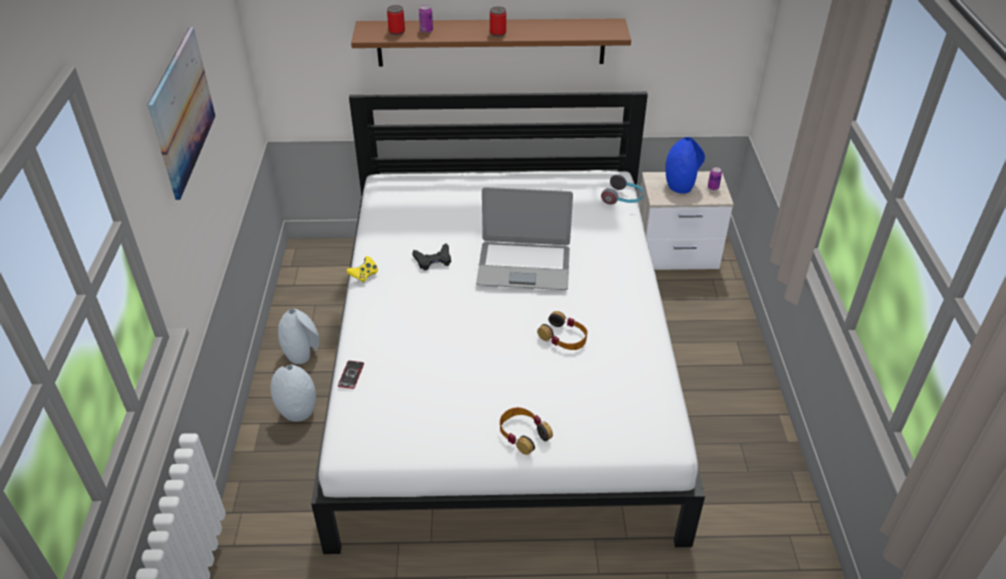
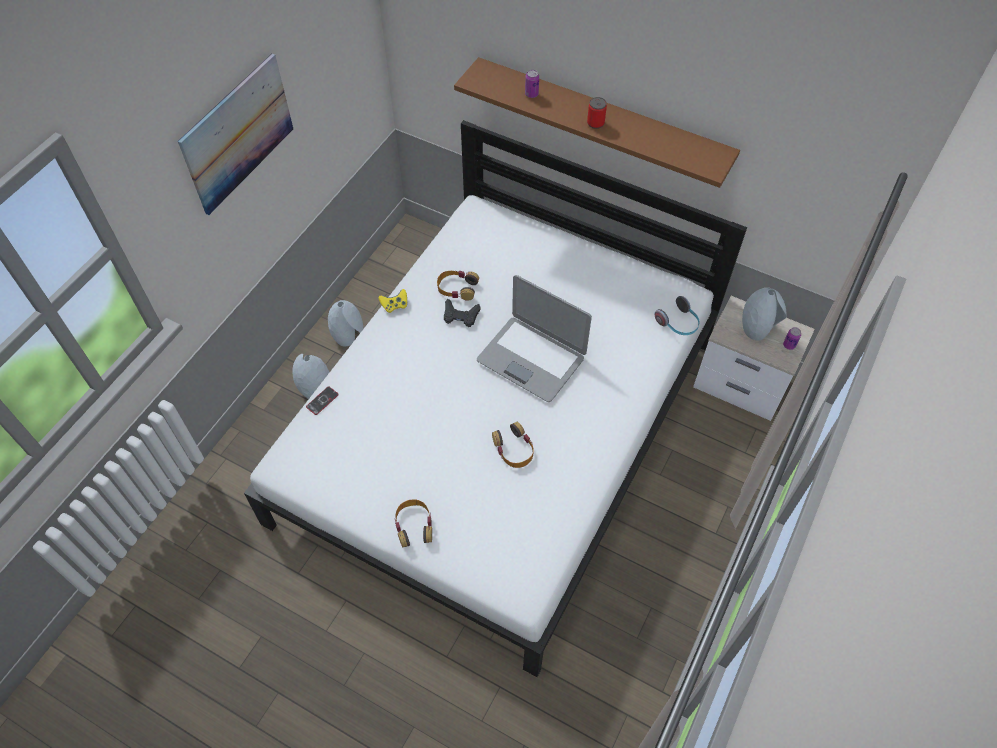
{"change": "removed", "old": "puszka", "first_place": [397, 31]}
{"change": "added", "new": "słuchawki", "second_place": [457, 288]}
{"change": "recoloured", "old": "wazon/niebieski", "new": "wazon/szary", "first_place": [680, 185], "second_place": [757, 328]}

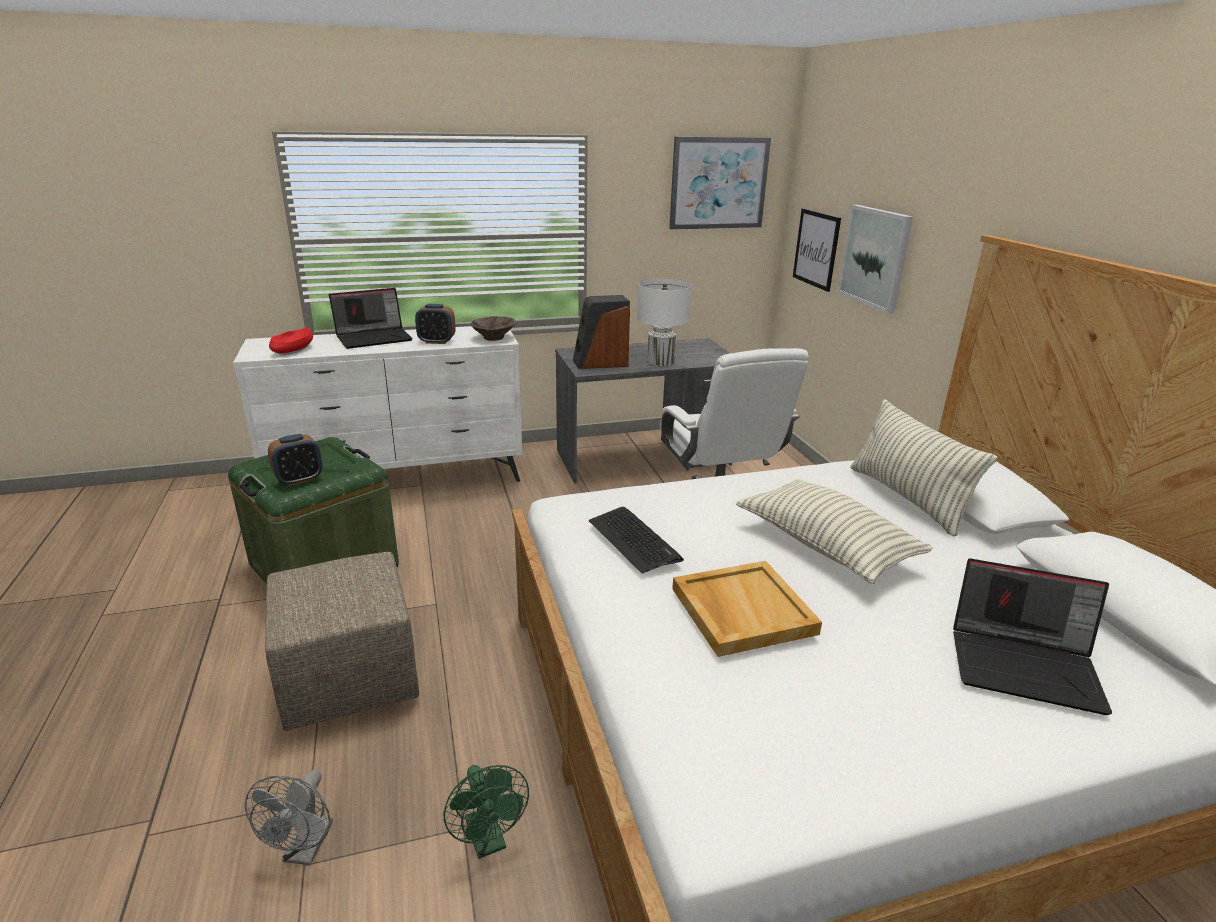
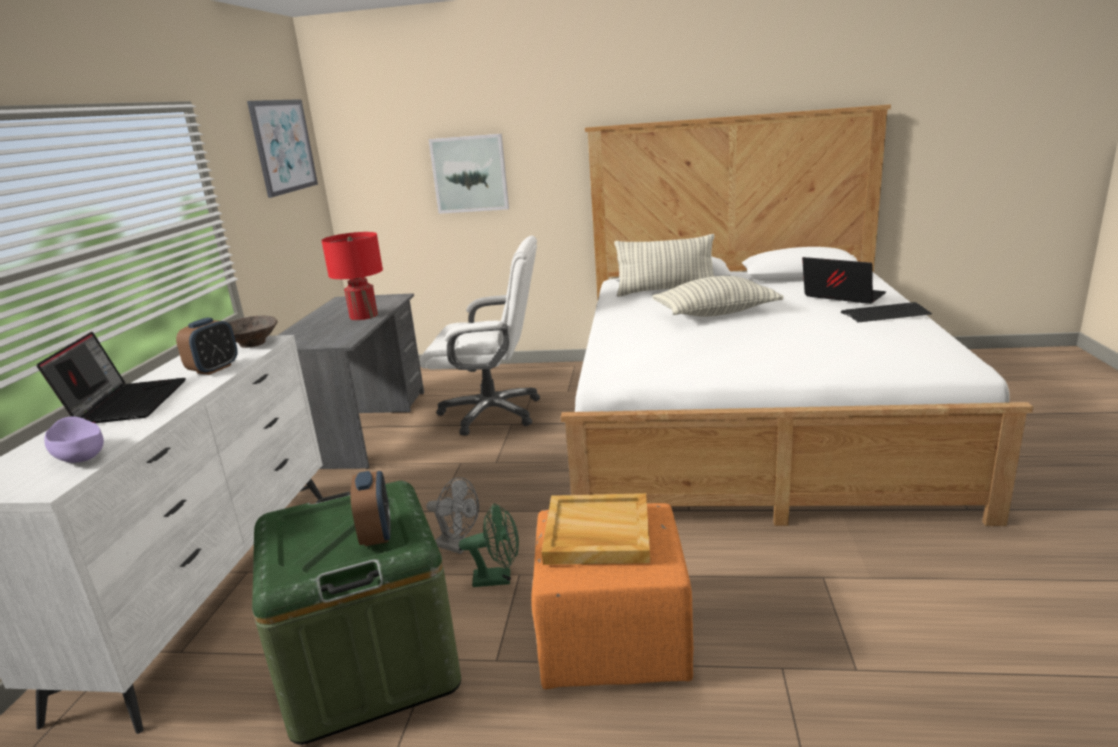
{"change": "removed", "old": "głośnik", "first_place": [600, 363]}
{"change": "removed", "old": "obraz", "first_place": [816, 249]}
{"change": "moved", "old": "wentylator/szary", "first_place": [305, 850], "second_place": [458, 546]}
{"change": "moved", "old": "wentylator/zielony", "first_place": [488, 841], "second_place": [498, 578]}
{"change": "moved", "old": "klawiatura", "first_place": [634, 540], "second_place": [885, 314]}
{"change": "moved", "old": "taca/beżowy", "first_place": [741, 610], "second_place": [596, 533]}
{"change": "recoloured", "old": "pufa/beżowy", "new": "pufa/pomarańczowy", "first_place": [350, 679], "second_place": [615, 639]}
{"change": "recoloured", "old": "miska/czerwony", "new": "miska/fioletowy", "first_place": [293, 350], "second_place": [79, 455]}
{"change": "recoloured", "old": "lampa stołowa/biały", "new": "lampa stołowa/czerwony", "first_place": [660, 361], "second_place": [363, 316]}
{"change": "turned", "old": "laptop", "first_place": [1025, 665], "second_place": [841, 297], "degrees": -90}

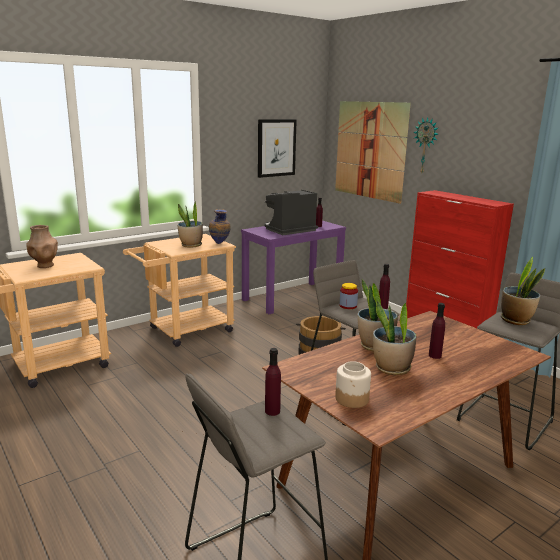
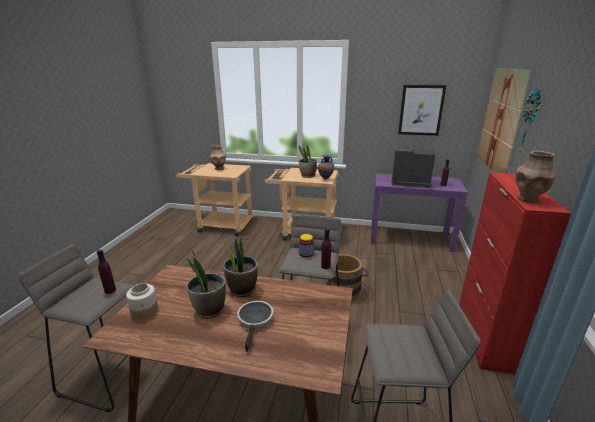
{"change": "removed", "old": "roślina doniczkowa", "first_place": [516, 320]}
{"change": "added", "new": "wazon/brązowy", "second_place": [528, 199]}
{"change": "replaced", "old": "butelka/fioletowy", "new": "patelnia", "first_place": [435, 355], "second_place": [255, 321]}

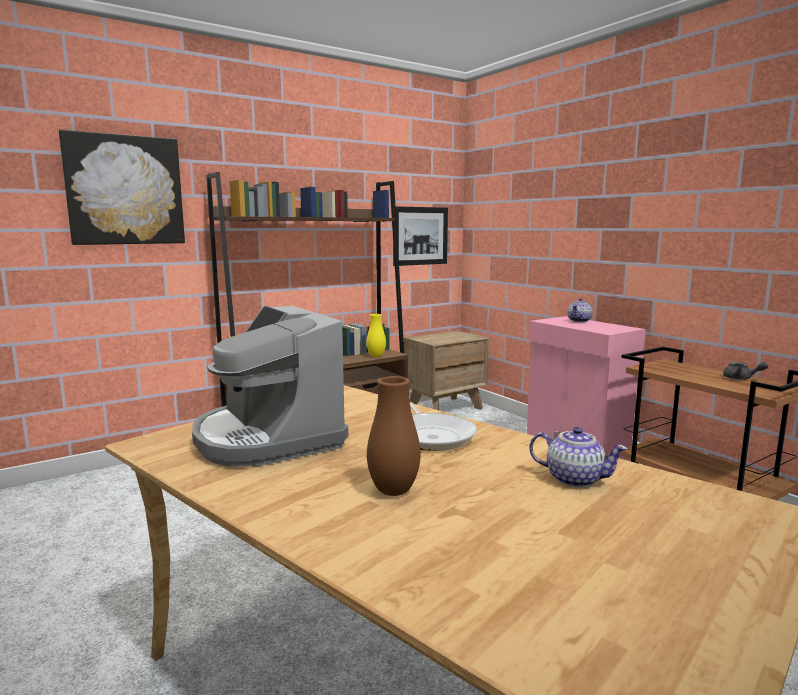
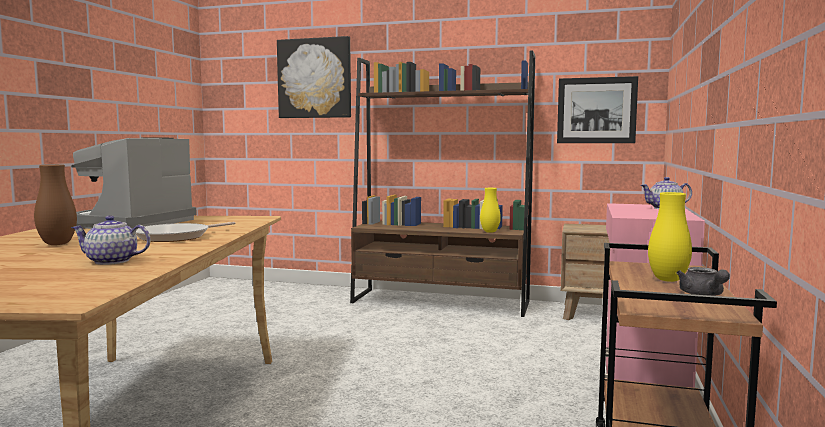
{"change": "added", "new": "wazon/żółty", "second_place": [668, 280]}
{"change": "turned", "old": "imbryk", "first_place": [574, 479], "second_place": [112, 261], "degrees": 105}

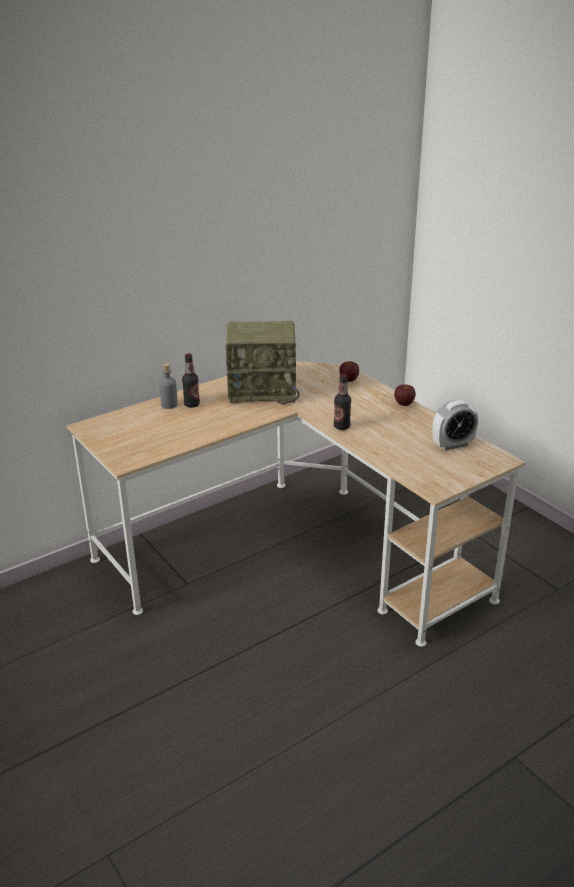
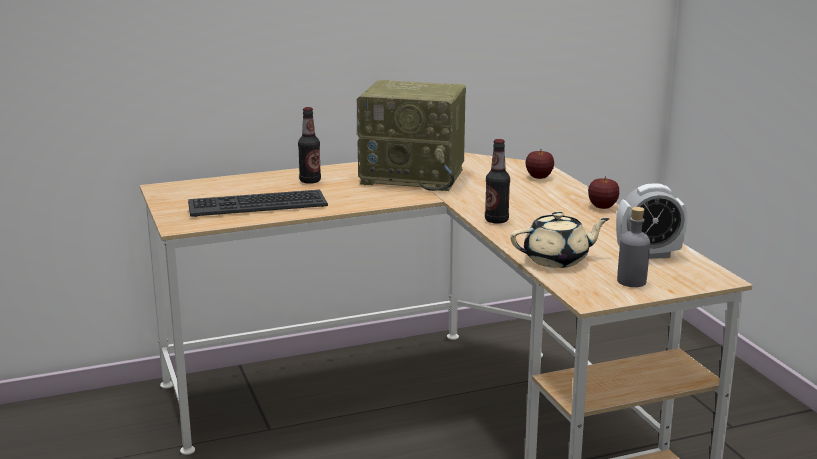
{"change": "added", "new": "klawiatura", "second_place": [257, 204]}
{"change": "added", "new": "imbryk/beżowy", "second_place": [557, 260]}
{"change": "moved", "old": "butelka/szary", "first_place": [169, 404], "second_place": [631, 281]}

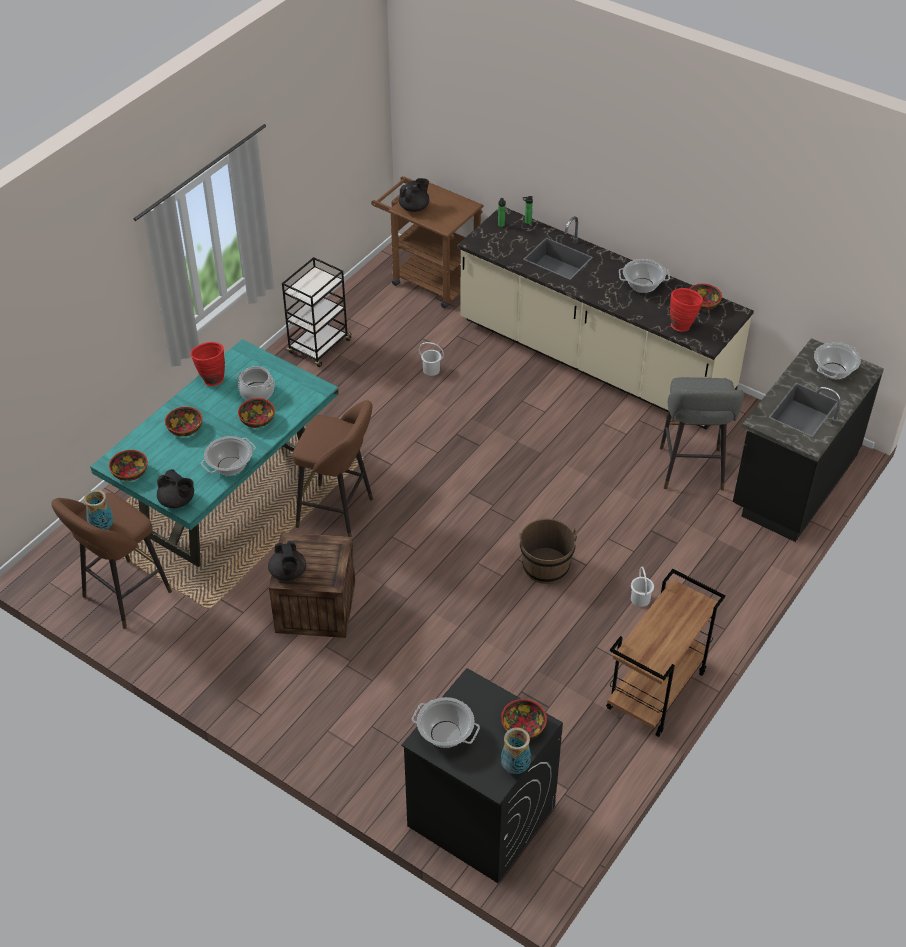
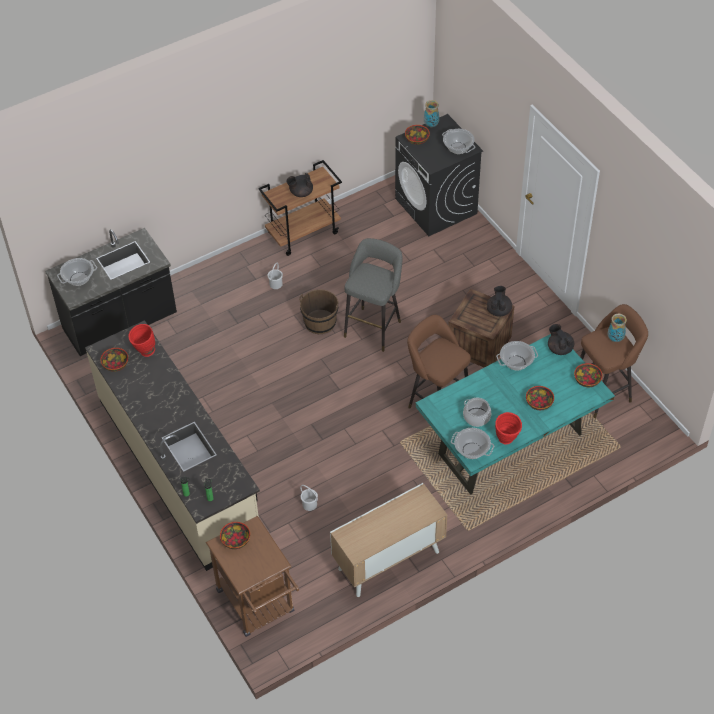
{"change": "moved", "old": "miska", "first_place": [257, 420], "second_place": [236, 540]}
{"change": "moved", "old": "imbryk/czarny", "first_place": [414, 207], "second_place": [300, 193]}
{"change": "moved", "old": "garnek", "first_place": [643, 285], "second_place": [471, 450]}
{"change": "moved", "old": "stołek/szary", "first_place": [692, 472], "second_place": [374, 327]}
{"change": "replaced", "old": "wózek/czarny", "new": "szafka", "first_place": [319, 347], "second_place": [388, 561]}

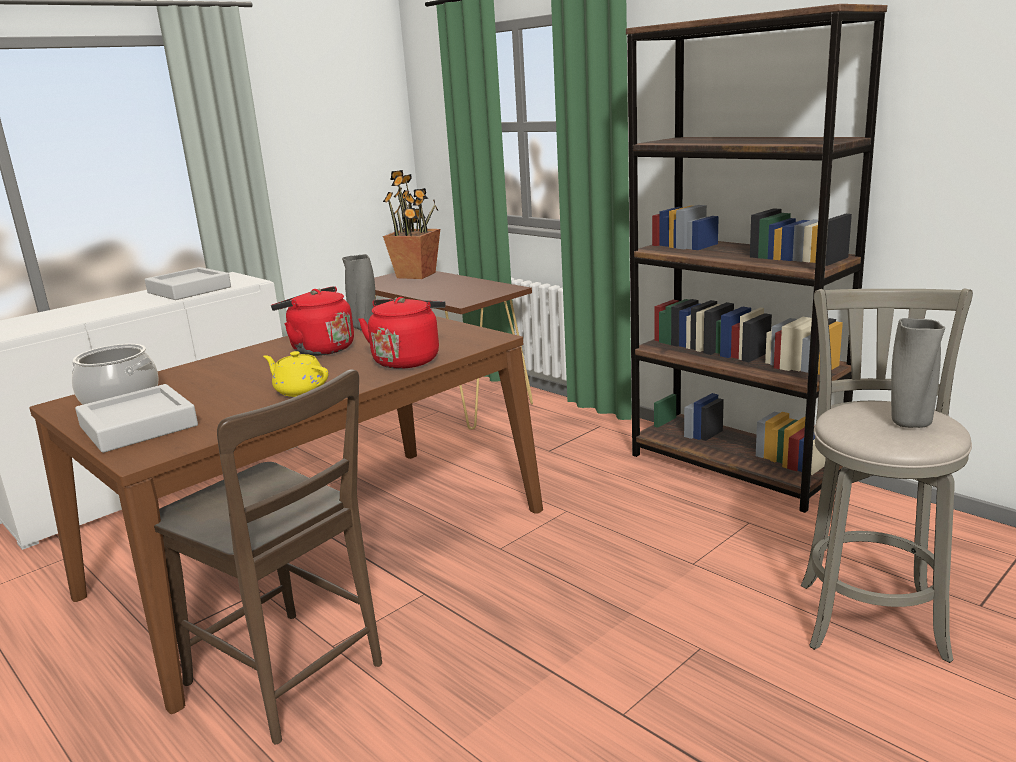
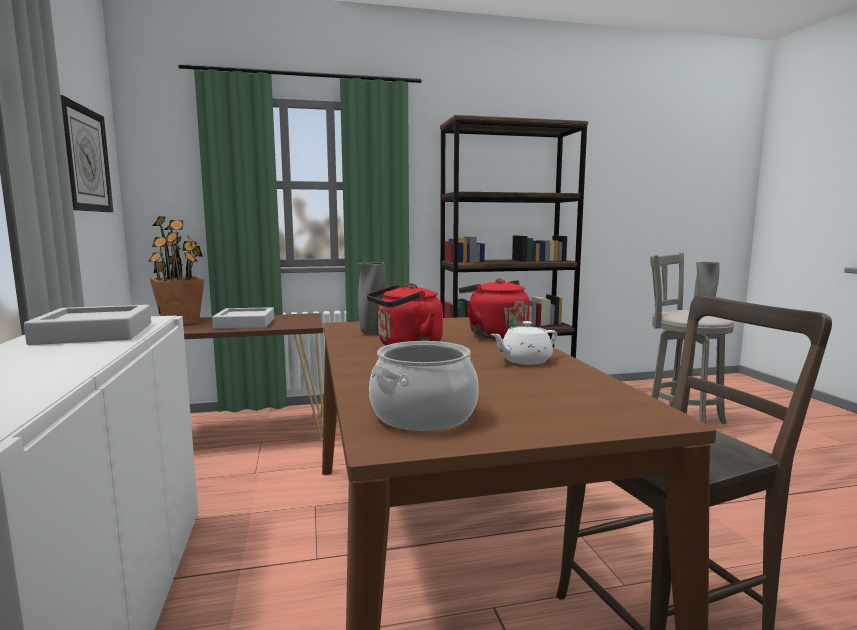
{"change": "added", "new": "zegar ścienny", "second_place": [83, 159]}
{"change": "moved", "old": "taca/szary", "first_place": [138, 426], "second_place": [245, 323]}
{"change": "recoloured", "old": "imbryk/żółty", "new": "imbryk/biały", "first_place": [299, 390], "second_place": [524, 361]}

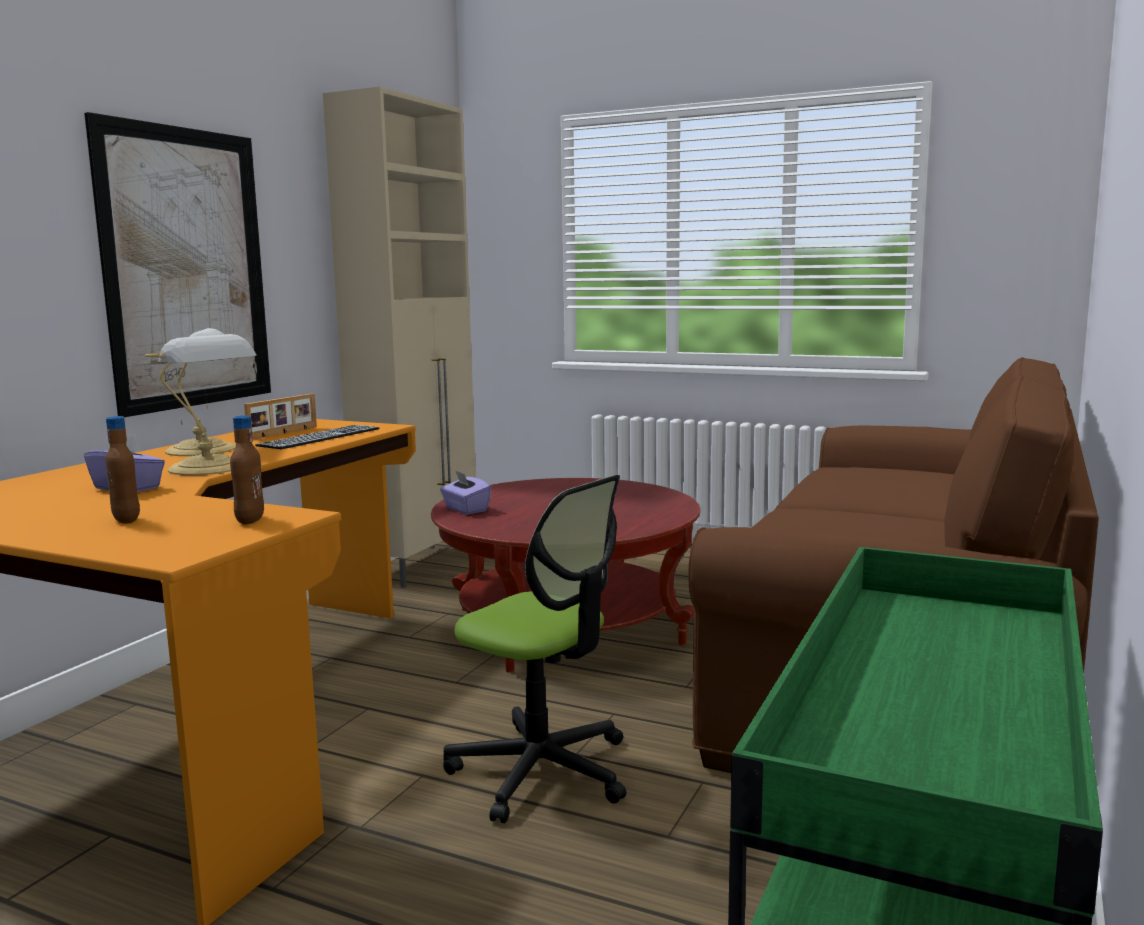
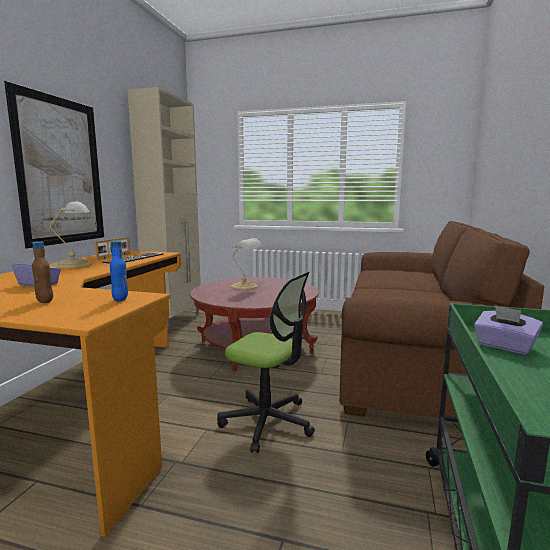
{"change": "moved", "old": "lampa stołowa", "first_place": [210, 468], "second_place": [246, 286]}
{"change": "moved", "old": "pudełko chusteczek/fioletowy", "first_place": [465, 509], "second_place": [504, 346]}
{"change": "recoloured", "old": "butelka/brązowy", "new": "butelka/niebieski", "first_place": [250, 520], "second_place": [120, 299]}

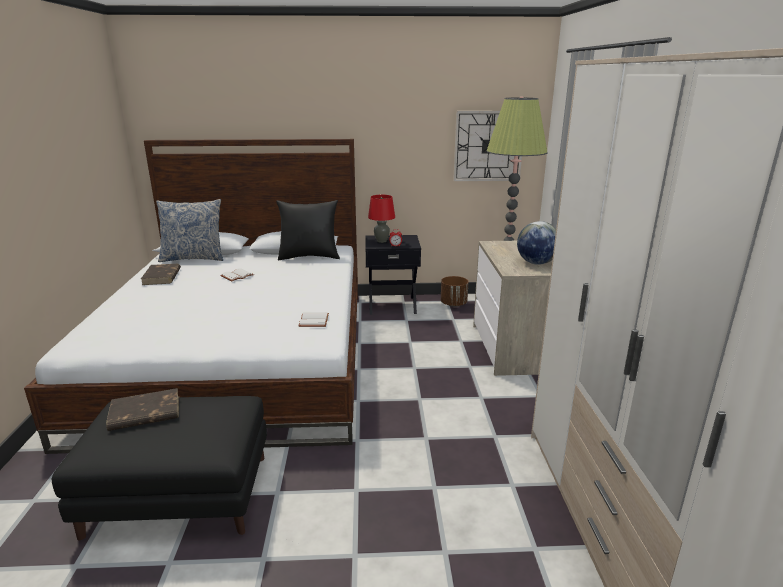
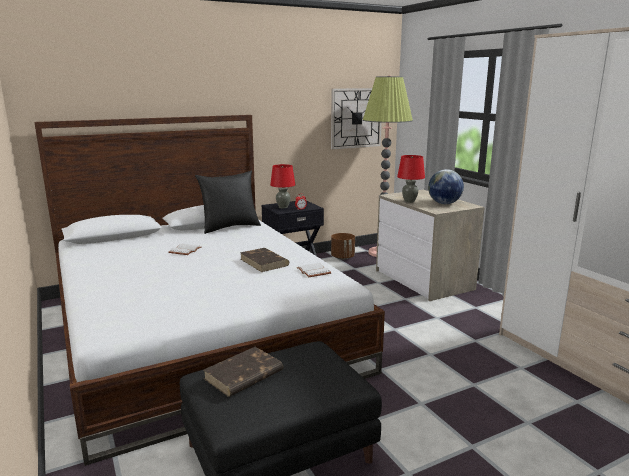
{"change": "removed", "old": "poduszka", "first_place": [193, 258]}
{"change": "added", "new": "lampa stołowa/czerwony", "second_place": [409, 201]}
{"change": "moved", "old": "książka/brązowy", "first_place": [162, 277], "second_place": [264, 262]}

